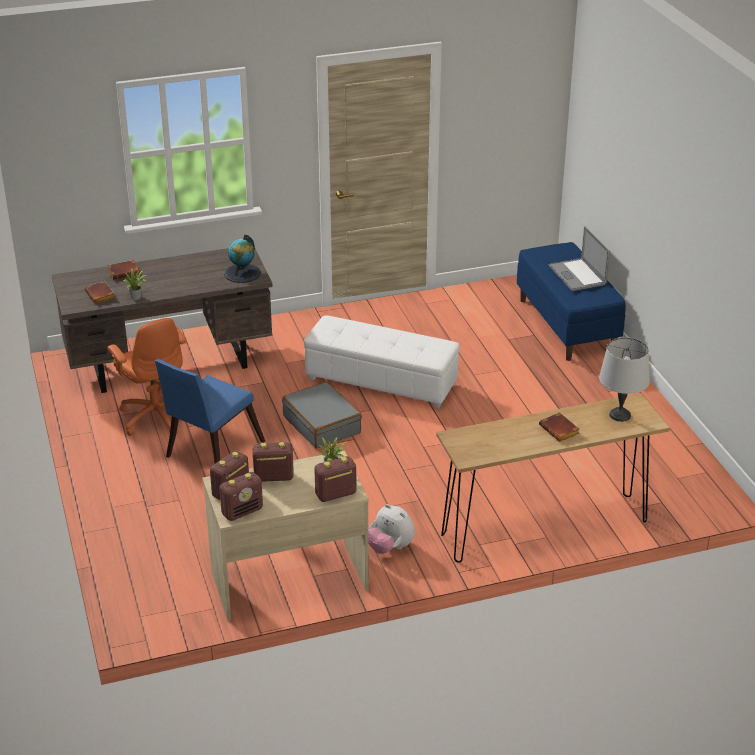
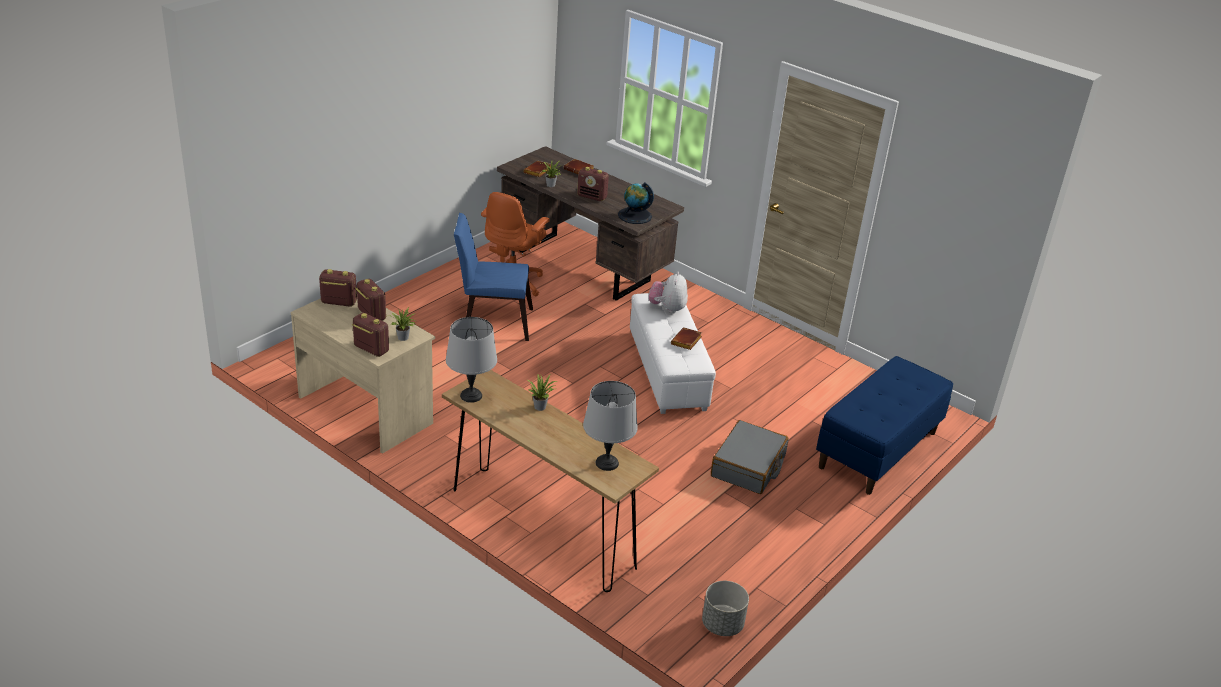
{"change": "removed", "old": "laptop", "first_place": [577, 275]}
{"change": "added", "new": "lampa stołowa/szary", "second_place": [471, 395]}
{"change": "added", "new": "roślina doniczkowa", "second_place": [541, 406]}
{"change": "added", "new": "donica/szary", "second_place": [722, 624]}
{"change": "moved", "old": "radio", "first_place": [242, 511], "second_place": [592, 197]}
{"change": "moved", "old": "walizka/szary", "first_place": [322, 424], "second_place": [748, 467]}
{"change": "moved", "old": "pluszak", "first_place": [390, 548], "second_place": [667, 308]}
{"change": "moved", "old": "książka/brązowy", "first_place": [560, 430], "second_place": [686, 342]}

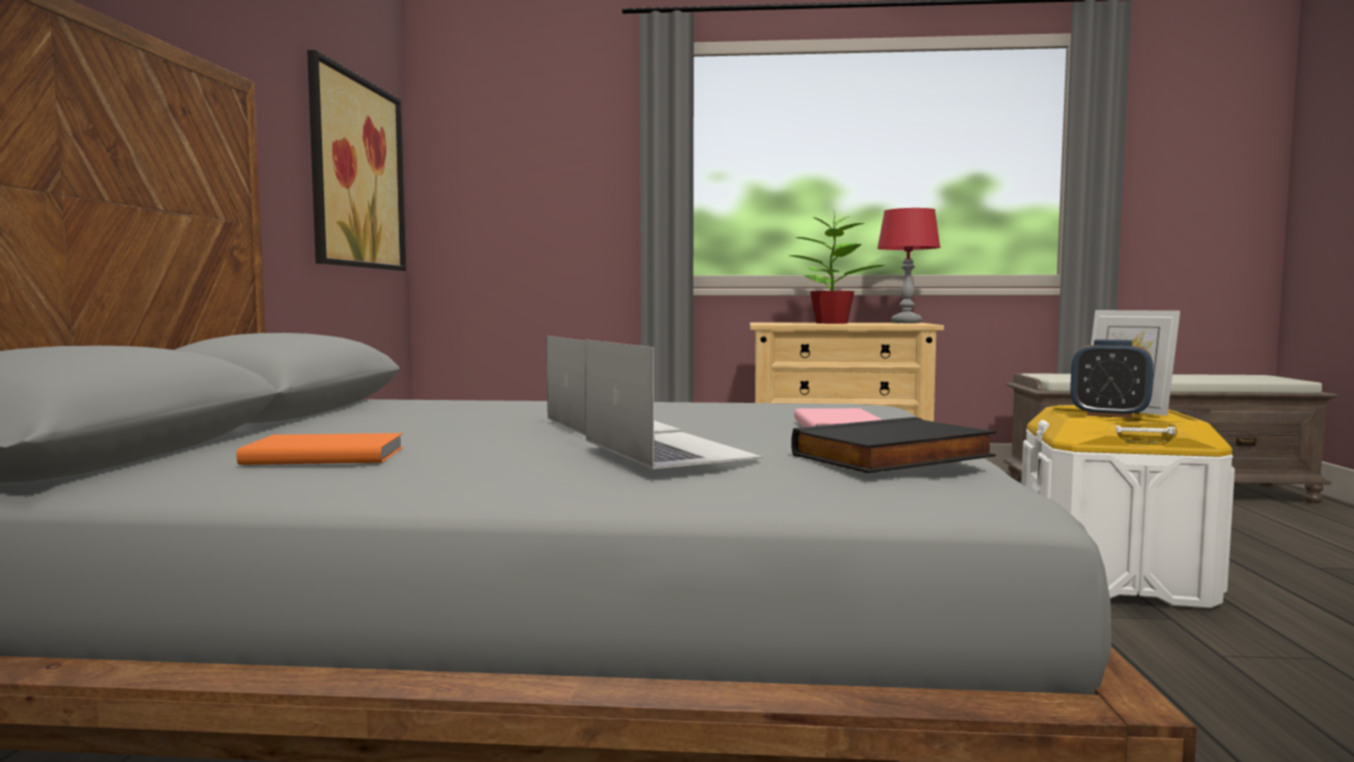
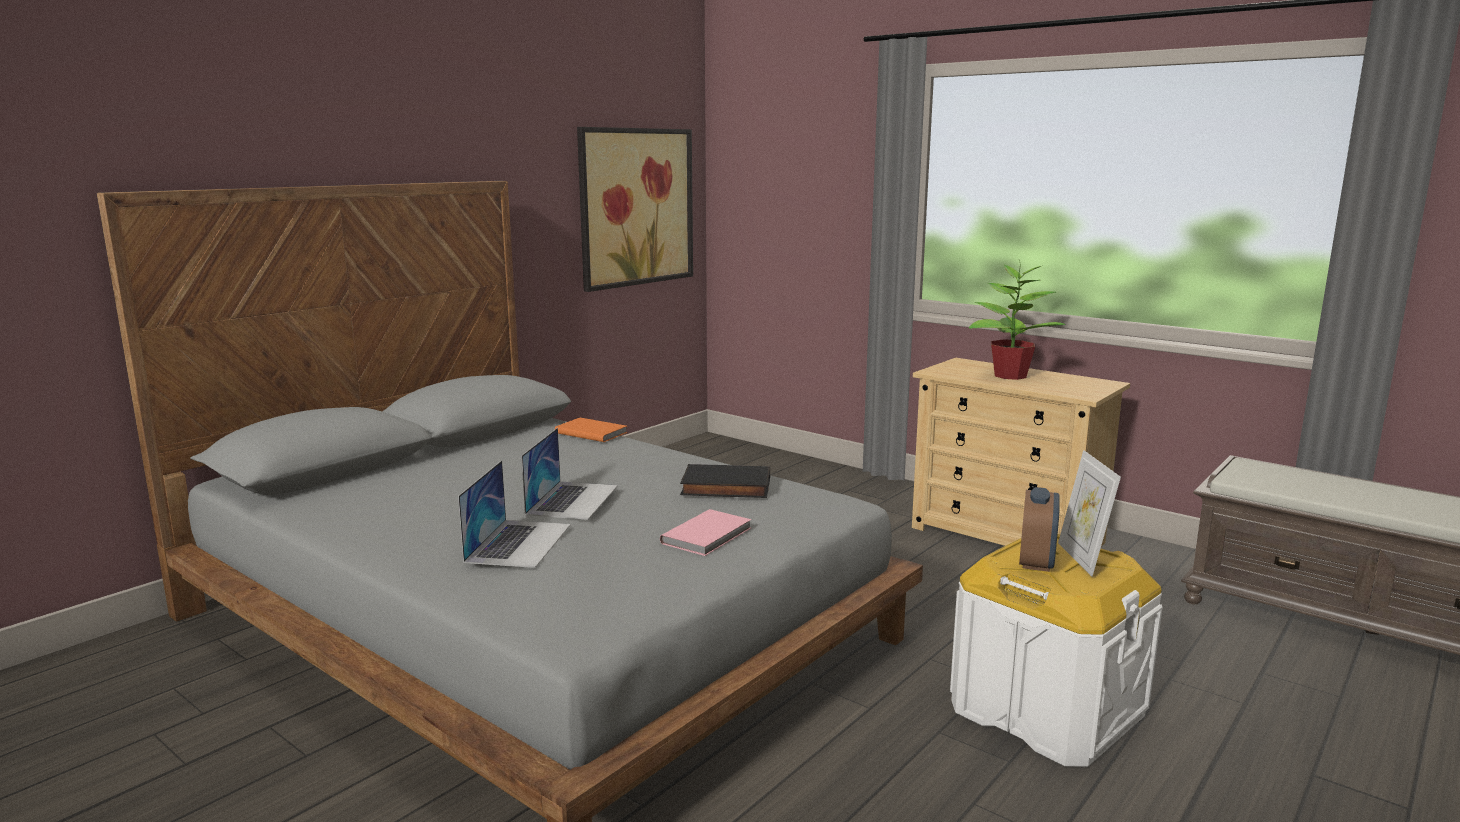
{"change": "removed", "old": "lampa stołowa/czerwony", "first_place": [906, 322]}
{"change": "moved", "old": "książka/pomarańczowy", "first_place": [324, 455], "second_place": [591, 432]}
{"change": "moved", "old": "książka/czarny", "first_place": [894, 457], "second_place": [725, 488]}
{"change": "turned", "old": "budzik", "first_place": [1109, 415], "second_place": [1036, 562], "degrees": -135}

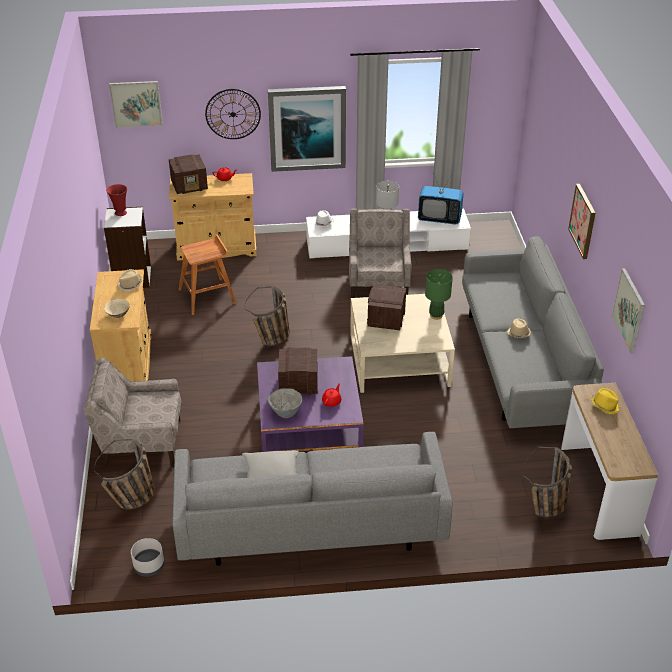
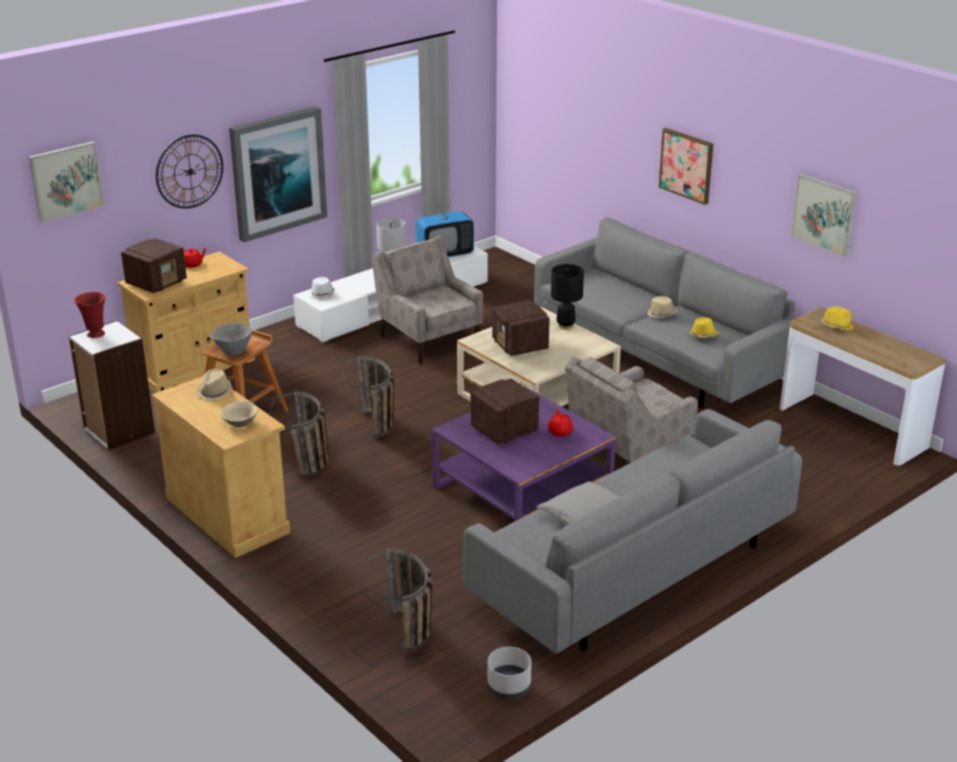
{"change": "added", "new": "kapelusz/żółty", "second_place": [703, 336]}
{"change": "moved", "old": "fotel/beżowy", "first_place": [141, 442], "second_place": [627, 454]}
{"change": "moved", "old": "miska/szary", "first_place": [285, 413], "second_place": [233, 352]}
{"change": "moved", "old": "koszyk", "first_place": [546, 510], "second_place": [309, 469]}
{"change": "recoloured", "old": "lampa stołowa/zielony", "new": "lampa stołowa/czarny", "first_place": [436, 315], "second_place": [565, 325]}

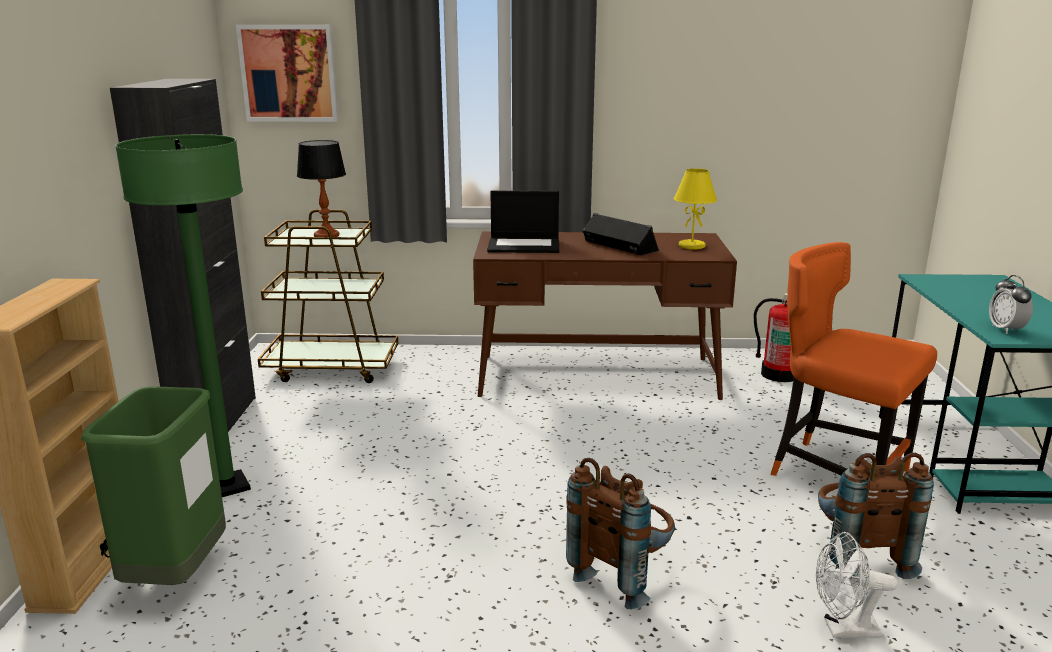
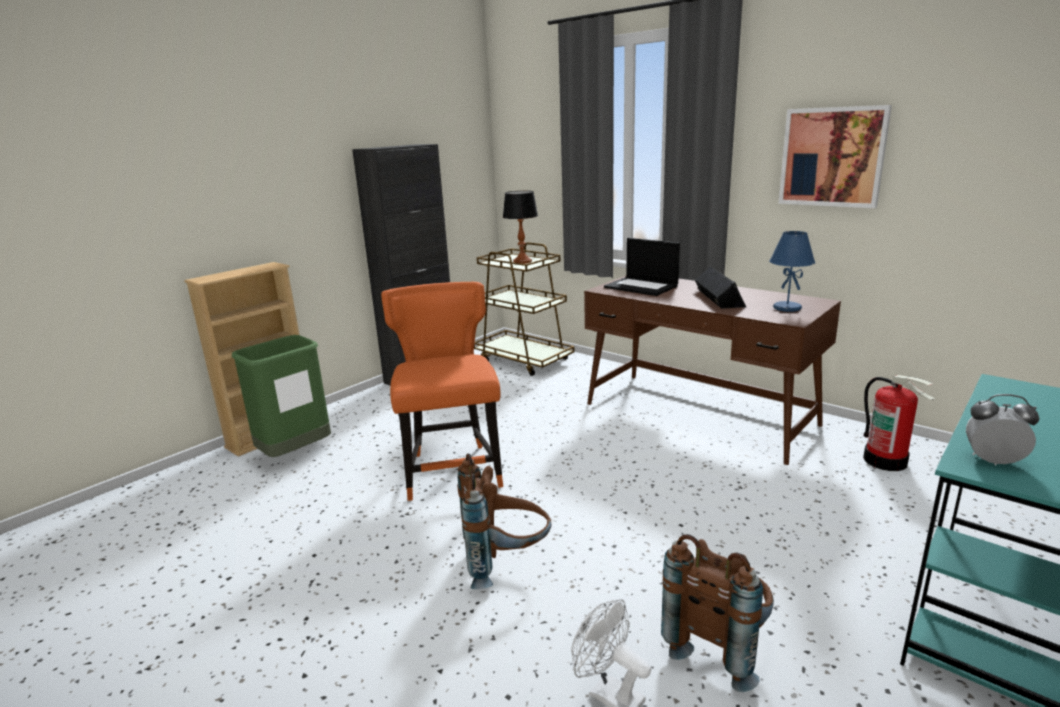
{"change": "removed", "old": "lampa stojąca/zielony", "first_place": [227, 487]}
{"change": "moved", "old": "obraz", "first_place": [289, 73], "second_place": [832, 157]}
{"change": "moved", "old": "krzesło/pomarańczowy", "first_place": [835, 474], "second_place": [452, 470]}
{"change": "recoloured", "old": "lampa stołowa/żółty", "new": "lampa stołowa/niebieski", "first_place": [691, 246], "second_place": [786, 308]}
{"change": "turned", "old": "budzik", "first_place": [1005, 329], "second_place": [993, 461], "degrees": 75}

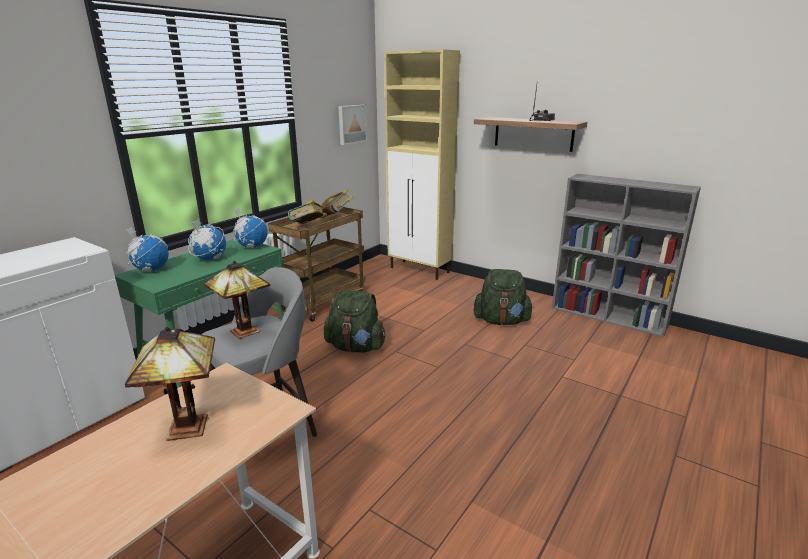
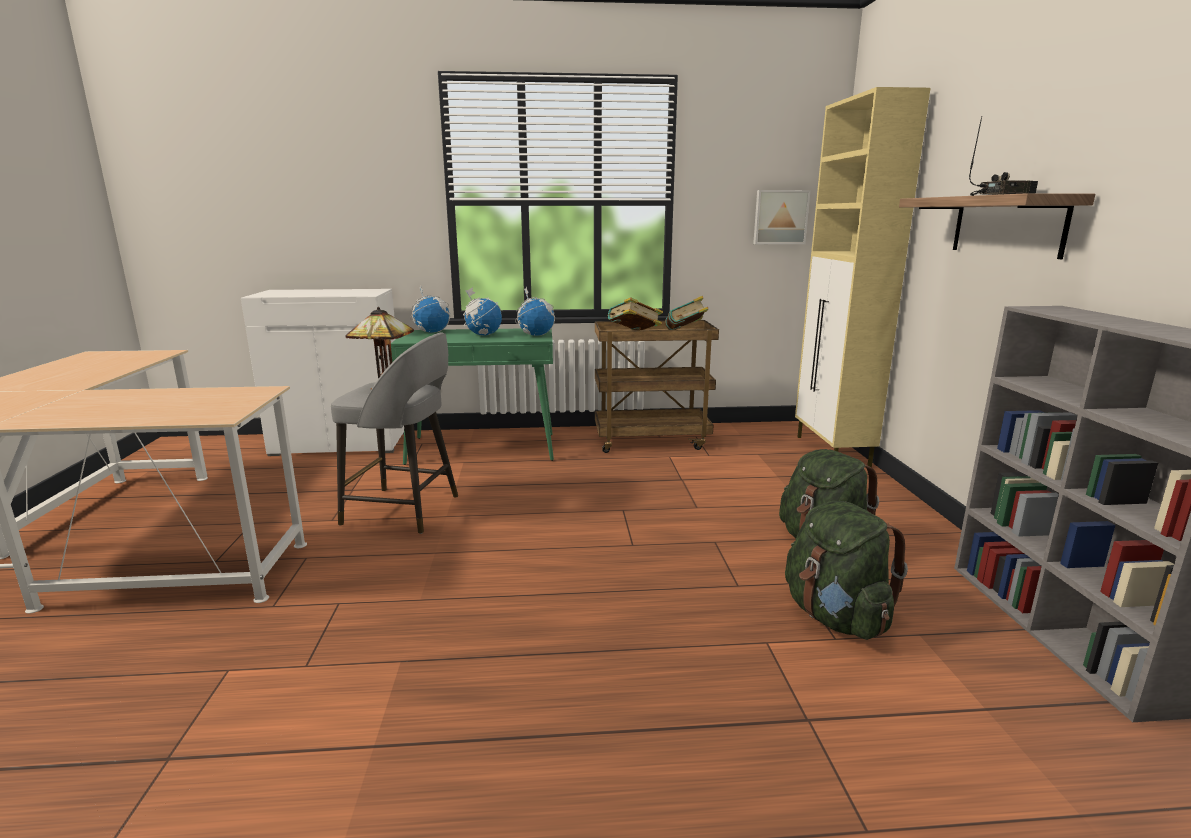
{"change": "removed", "old": "lampa stołowa", "first_place": [186, 426]}
{"change": "moved", "old": "plecak/zielony", "first_place": [356, 347], "second_place": [835, 617]}

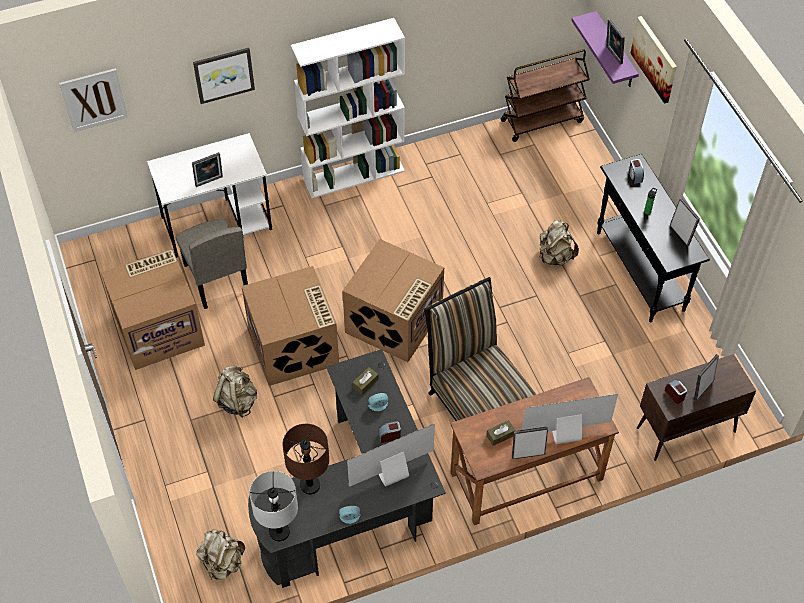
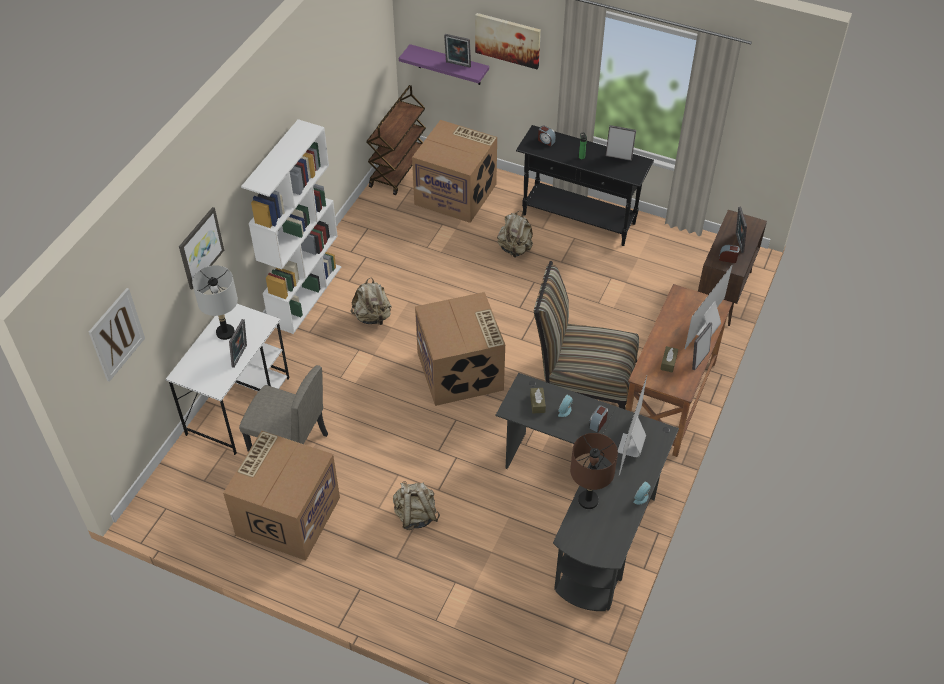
{"change": "moved", "old": "plecak/beżowy", "first_place": [222, 563], "second_place": [373, 317]}
{"change": "moved", "old": "karton", "first_place": [295, 347], "second_place": [457, 194]}
{"change": "moved", "old": "lampa stołowa/szary", "first_place": [279, 532], "second_place": [225, 332]}

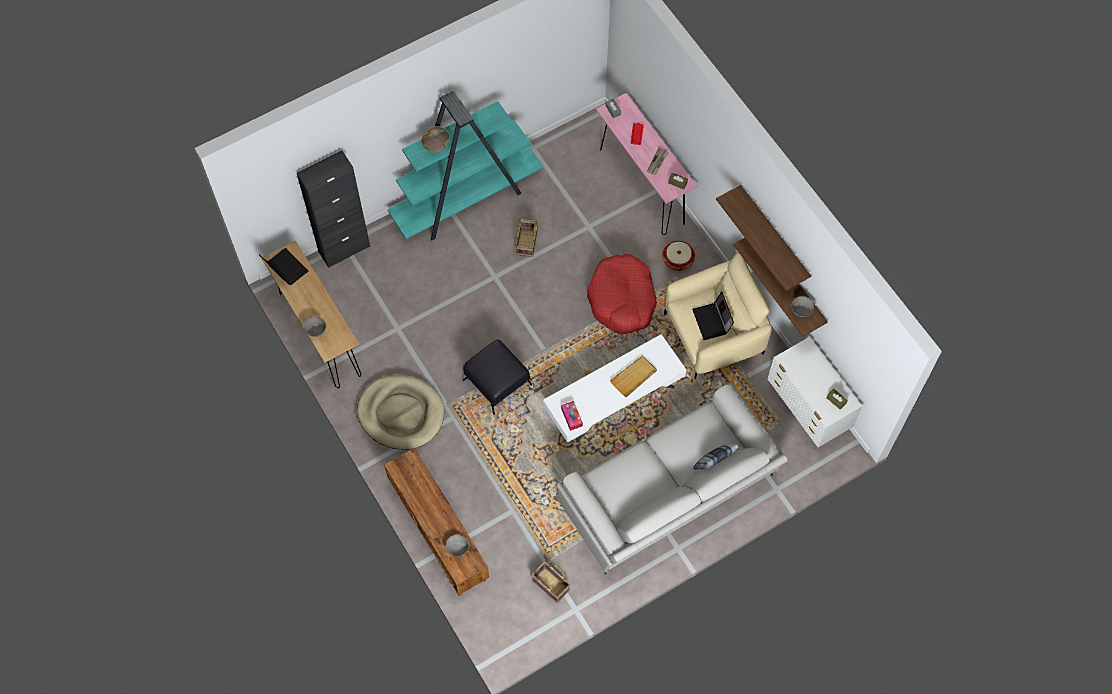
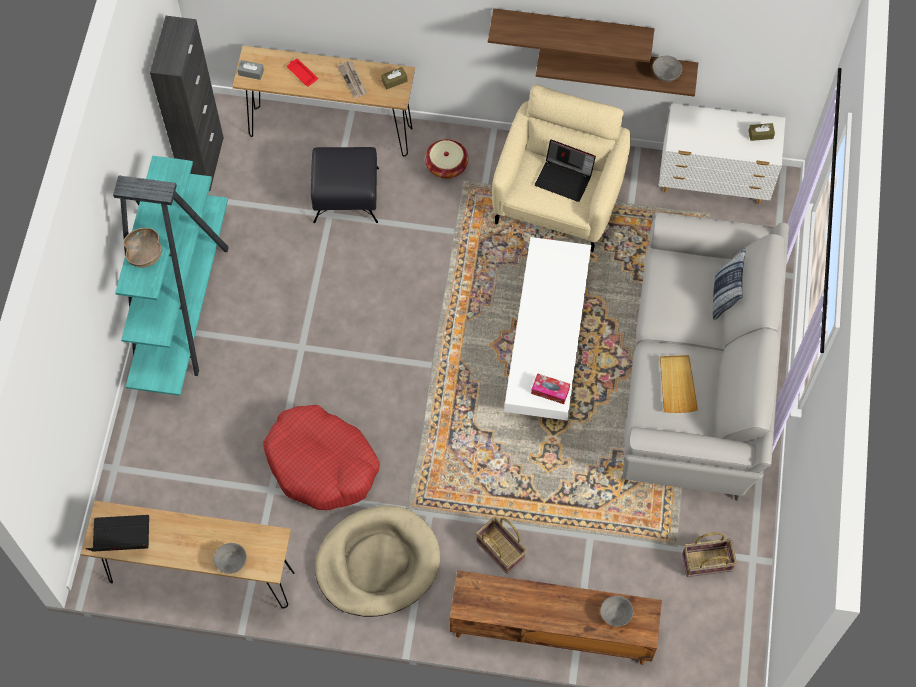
{"change": "moved", "old": "szafka/czarny", "first_place": [344, 249], "second_place": [203, 162]}
{"change": "moved", "old": "pufa/czarny", "first_place": [497, 382], "second_place": [345, 194]}
{"change": "moved", "old": "koszyk", "first_place": [527, 243], "second_place": [501, 550]}
{"change": "moved", "old": "legowisko/czerwony", "first_place": [622, 299], "second_place": [322, 464]}
{"change": "moved", "old": "taca/beżowy", "first_place": [634, 377], "second_place": [677, 385]}
{"change": "recoloured", "old": "stolik konsolowy/różowy", "new": "stolik konsolowy/brązowy", "first_place": [642, 185], "second_place": [330, 131]}

